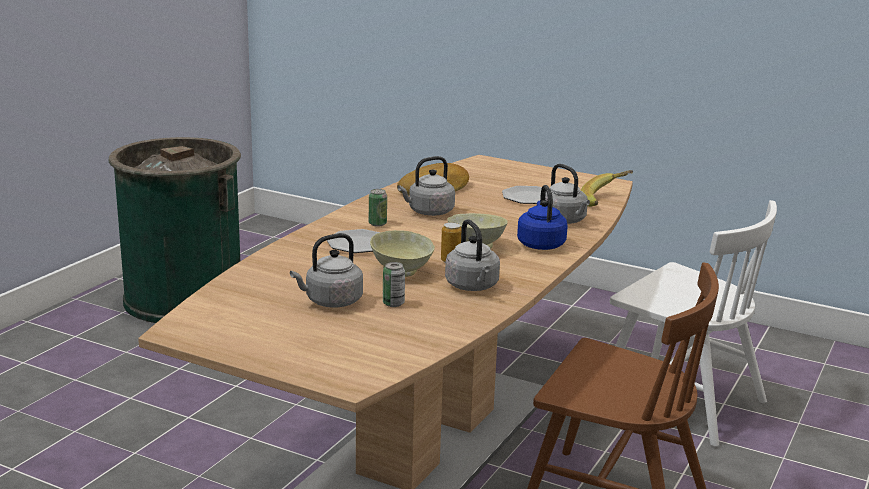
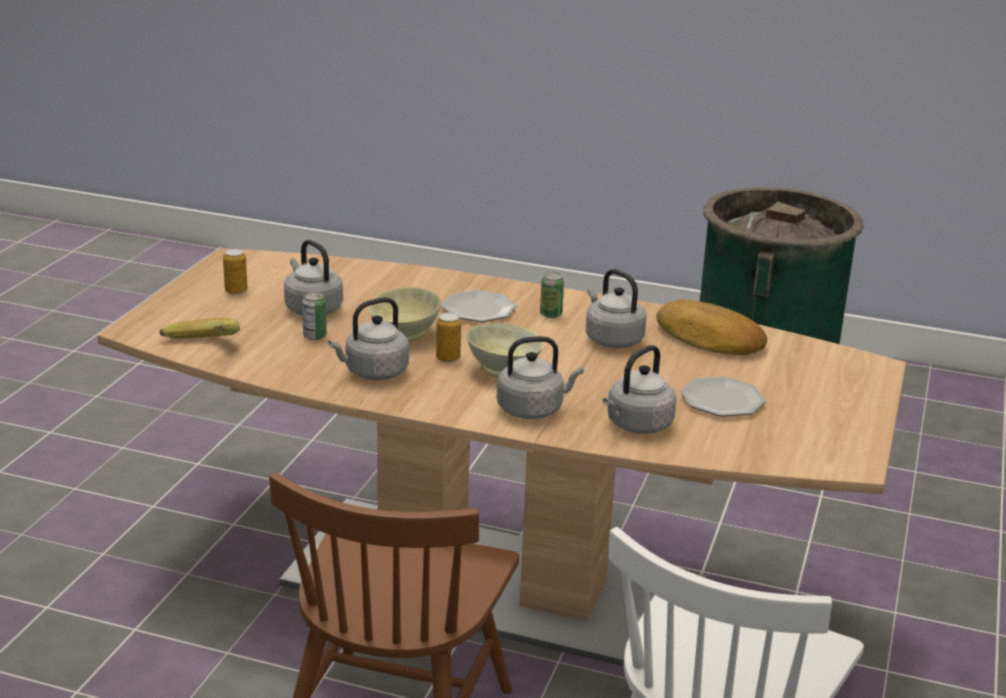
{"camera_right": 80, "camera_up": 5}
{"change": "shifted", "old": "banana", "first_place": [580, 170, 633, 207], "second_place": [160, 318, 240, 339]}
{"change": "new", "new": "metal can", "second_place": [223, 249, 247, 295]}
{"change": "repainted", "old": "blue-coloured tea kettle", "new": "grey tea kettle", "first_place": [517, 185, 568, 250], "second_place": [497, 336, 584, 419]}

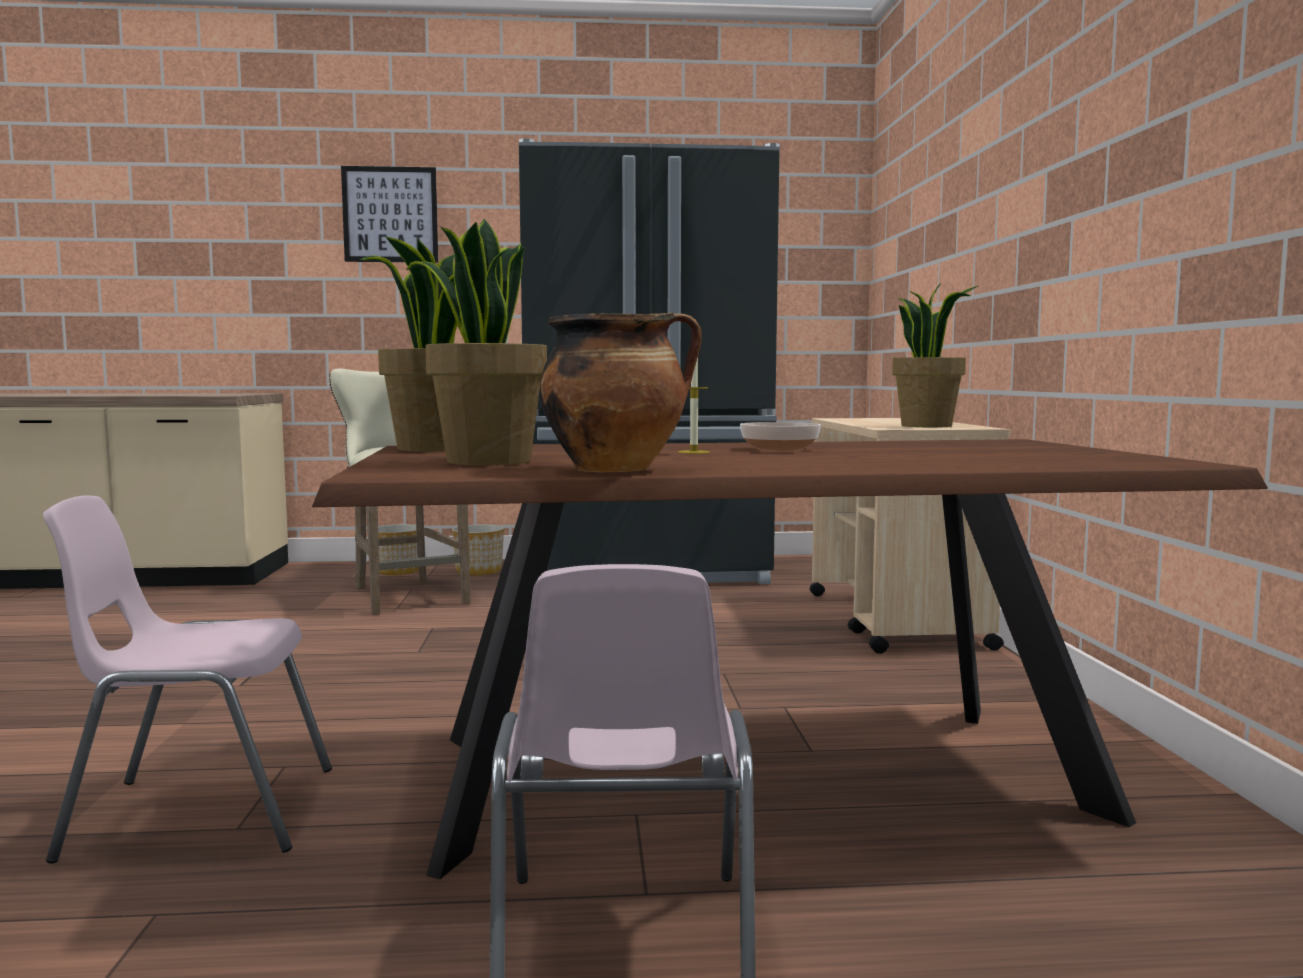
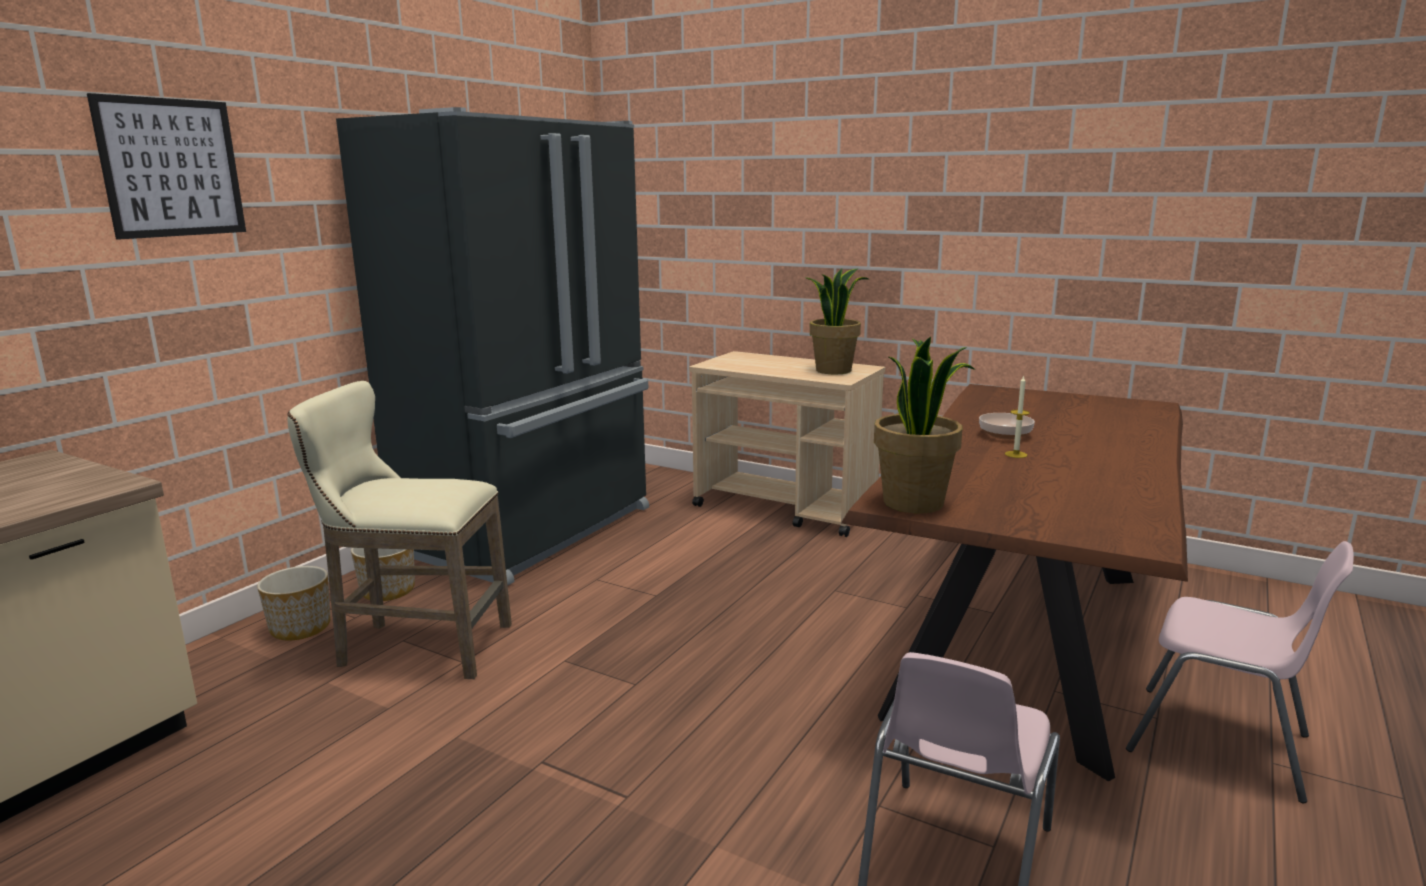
{"camera_right": -55, "camera_up": 10}
{"change": "gone", "old": "potted plant", "first_place": [406, 219, 547, 466]}
{"change": "gone", "old": "saucepot", "first_place": [540, 311, 702, 472]}

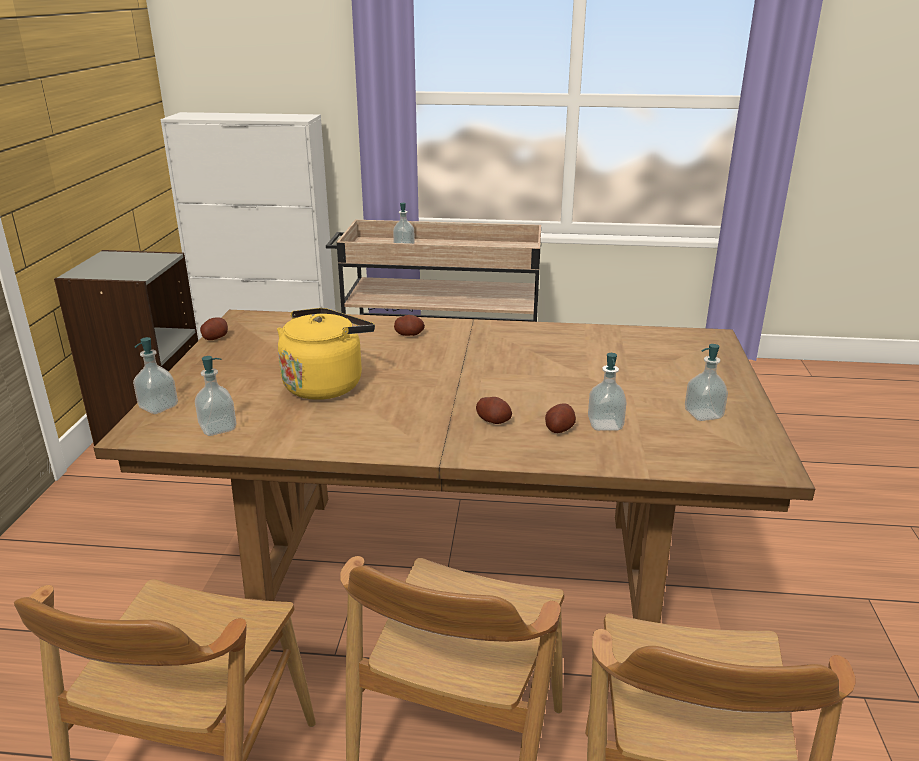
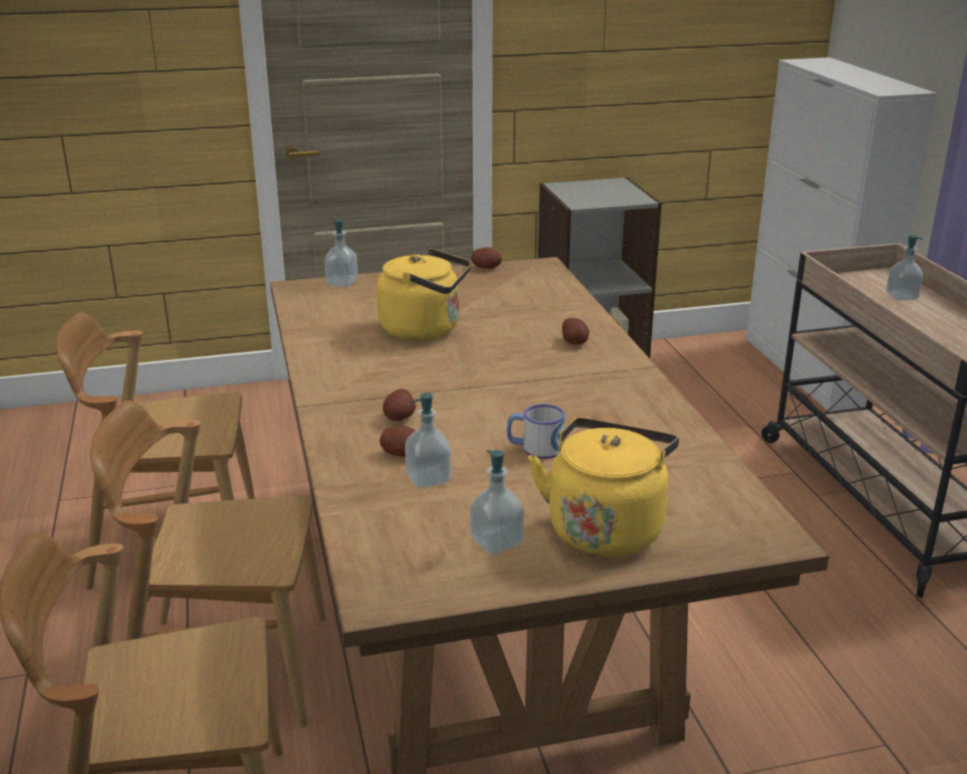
{"camera_right": 70, "camera_up": 0}
{"change": "new", "new": "mug", "second_place": [507, 404, 565, 459]}
{"change": "new", "new": "yellow tea kettle", "second_place": [528, 418, 679, 557]}
{"change": "gone", "old": "liquid soap bottle", "first_place": [195, 356, 236, 436]}

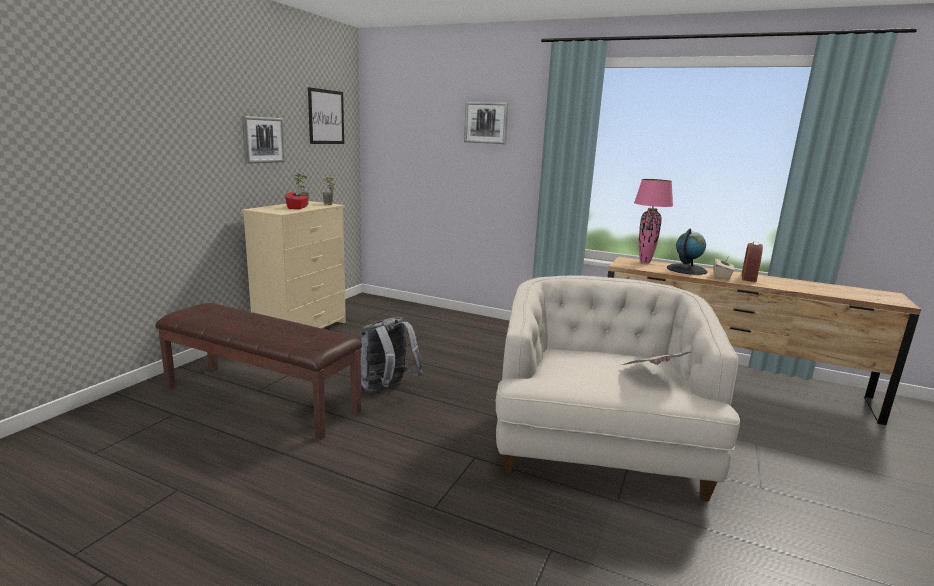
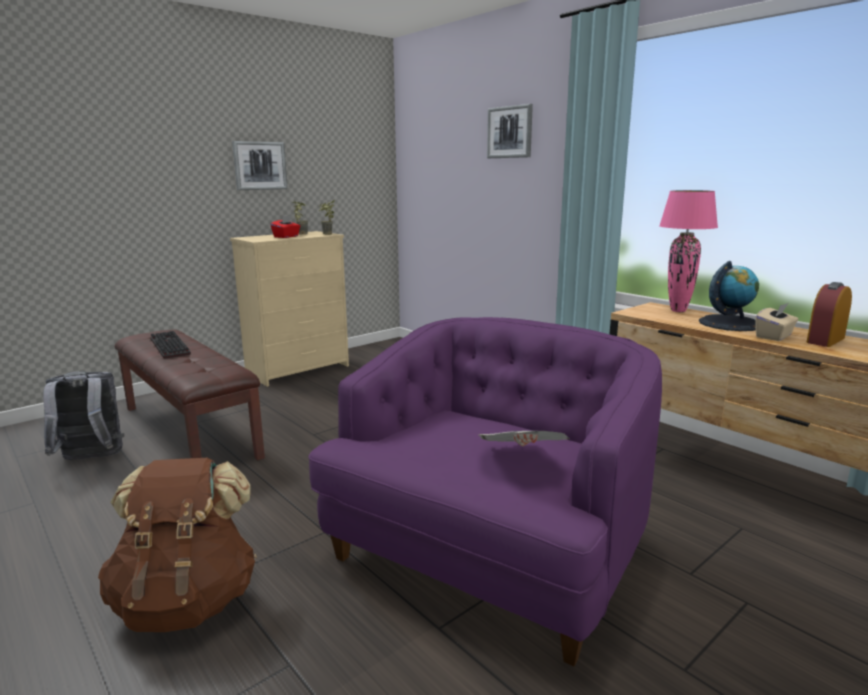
{"camera_right": 25, "camera_up": 0}
{"change": "shifted", "old": "grey knapsack", "first_place": [361, 317, 423, 393], "second_place": [43, 371, 124, 460]}
{"change": "new", "new": "brown knapsack", "second_place": [98, 458, 257, 632]}
{"change": "new", "new": "computer keyboard", "second_place": [150, 331, 191, 359]}
{"change": "repainted", "old": "white-coloured armchair", "new": "purple armchair", "first_place": [496, 275, 740, 501], "second_place": [308, 317, 662, 666]}
{"change": "gone", "old": "wall art", "first_place": [308, 87, 344, 144]}

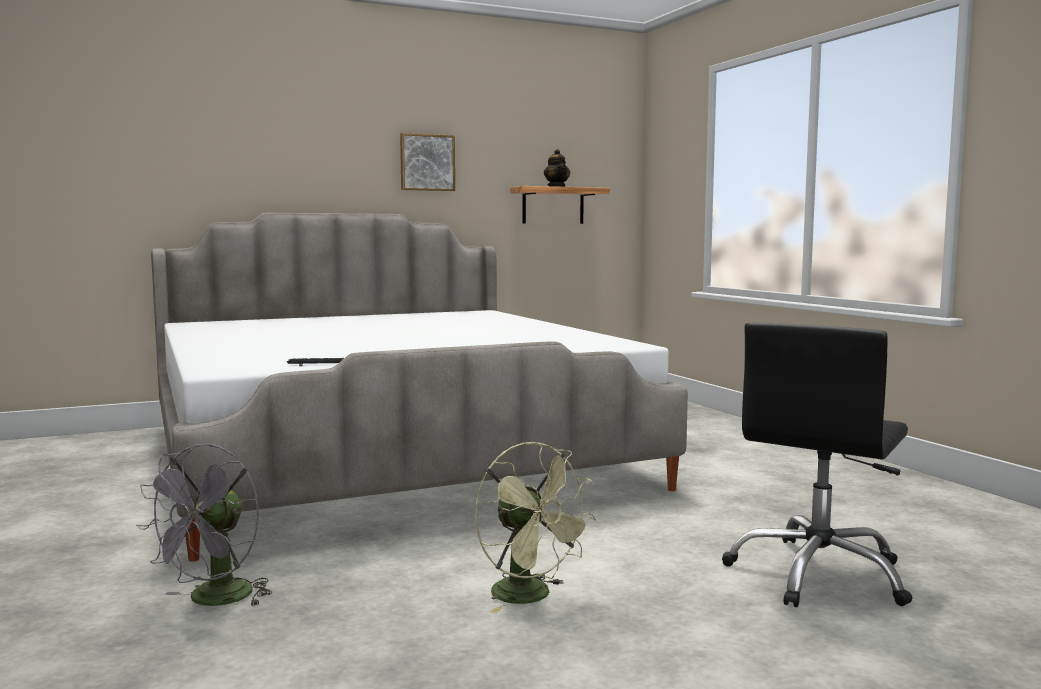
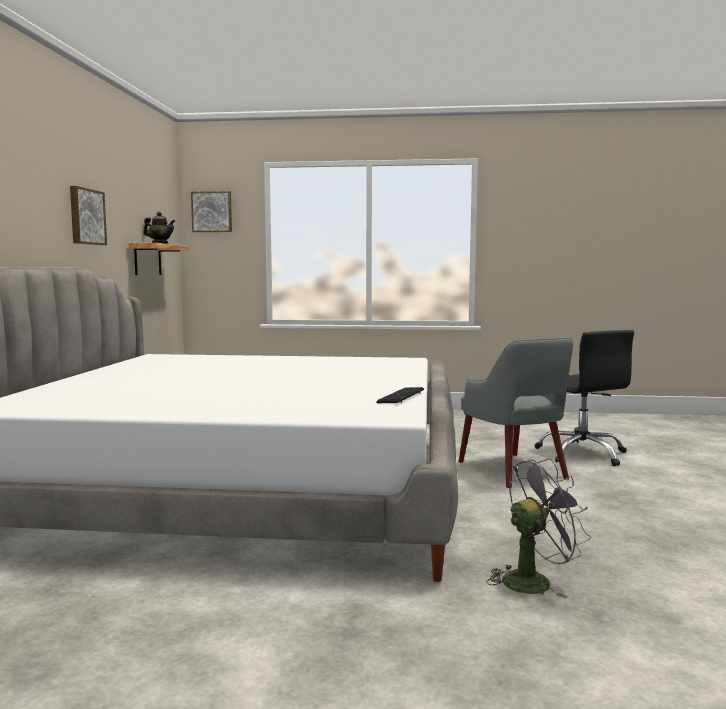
{"camera_right": -60, "camera_up": 0}
{"change": "new", "new": "wall art", "second_place": [191, 191, 232, 232]}
{"change": "new", "new": "grey armchair", "second_place": [458, 338, 573, 488]}
{"change": "rotated", "old": "grey fan", "first_place": [136, 443, 272, 606], "second_place": [486, 458, 591, 599], "degrees": -75}
{"change": "gone", "old": "green-coloured fan", "first_place": [475, 442, 596, 613]}

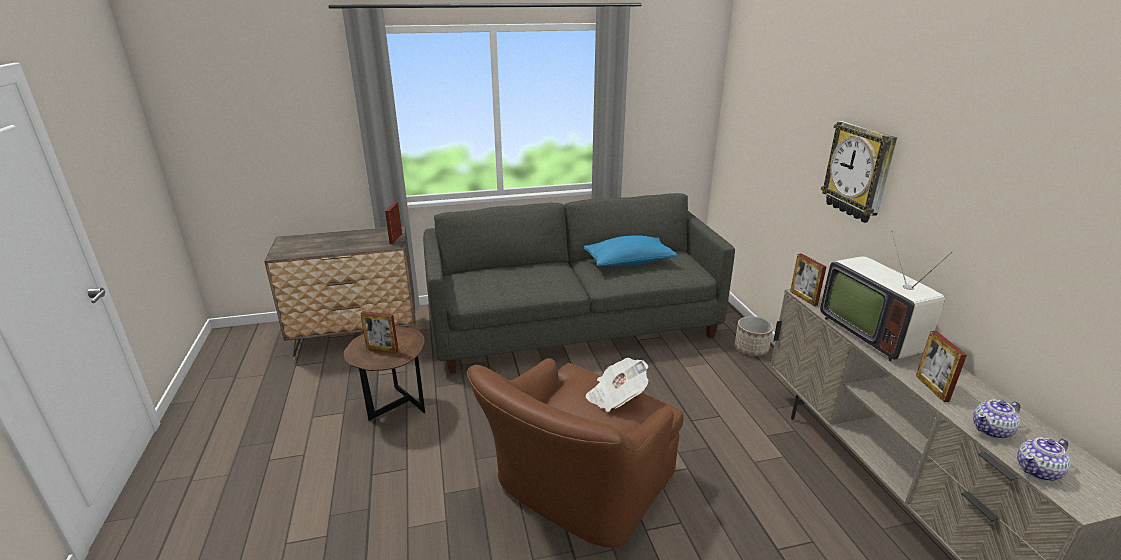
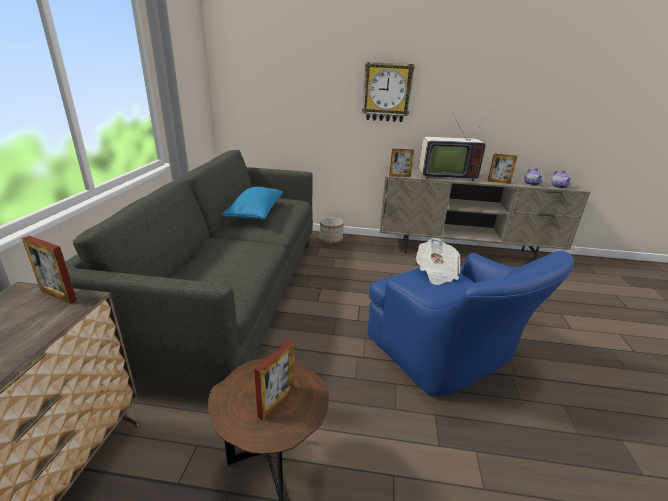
{"camera_right": -70, "camera_up": 0}
{"change": "repainted", "old": "brown armchair", "new": "blue-coloured armchair", "first_place": [467, 358, 684, 548], "second_place": [367, 251, 574, 396]}

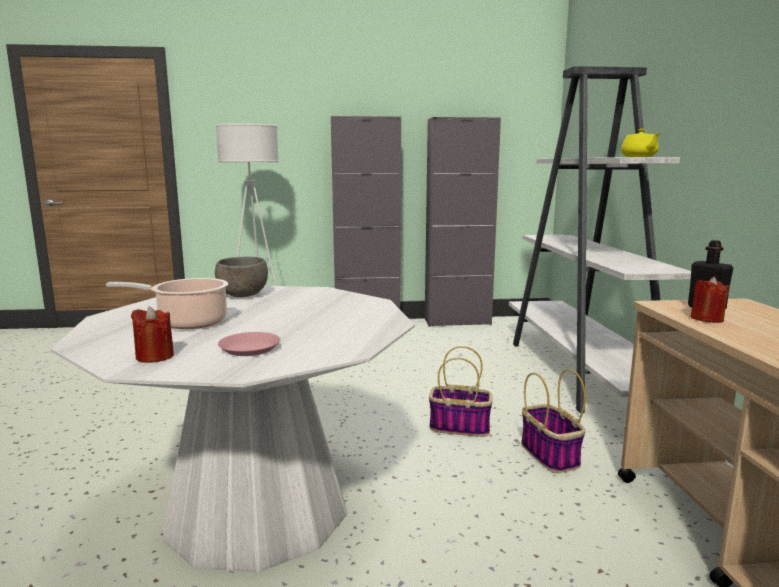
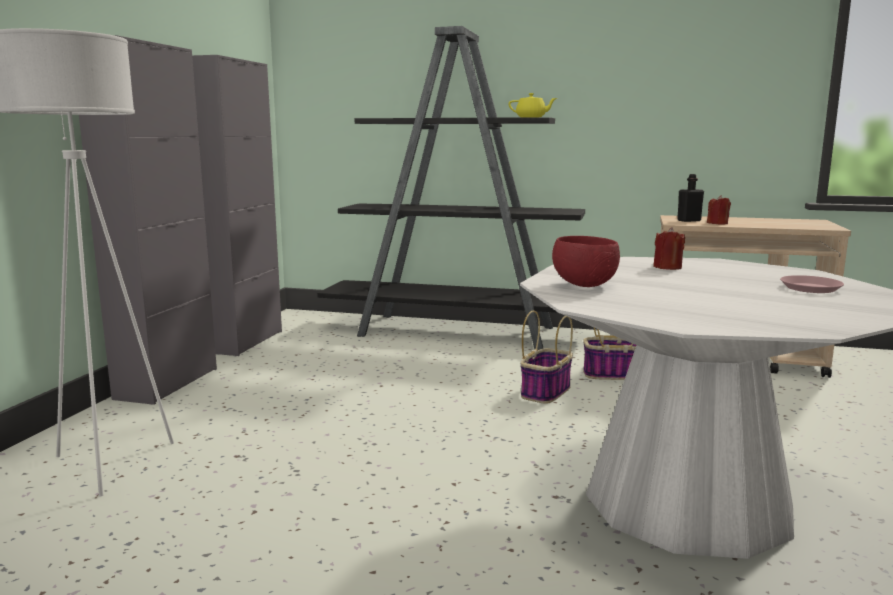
{"camera_right": -70, "camera_up": 0}
{"change": "repainted", "old": "white-coloured shelving unit", "new": "black-coloured shelving unit", "first_place": [509, 66, 691, 413], "second_place": [317, 26, 585, 350]}
{"change": "repainted", "old": "grey serving bowl", "new": "red serving bowl", "first_place": [215, 257, 268, 297], "second_place": [552, 236, 620, 287]}
{"change": "shifted", "old": "red wax candle", "first_place": [131, 307, 174, 363], "second_place": [653, 227, 685, 270]}
{"change": "gone", "old": "saucepot", "first_place": [106, 278, 228, 329]}

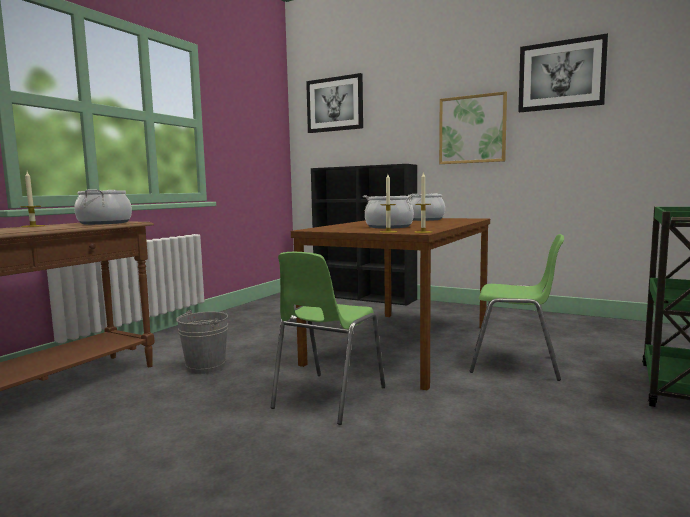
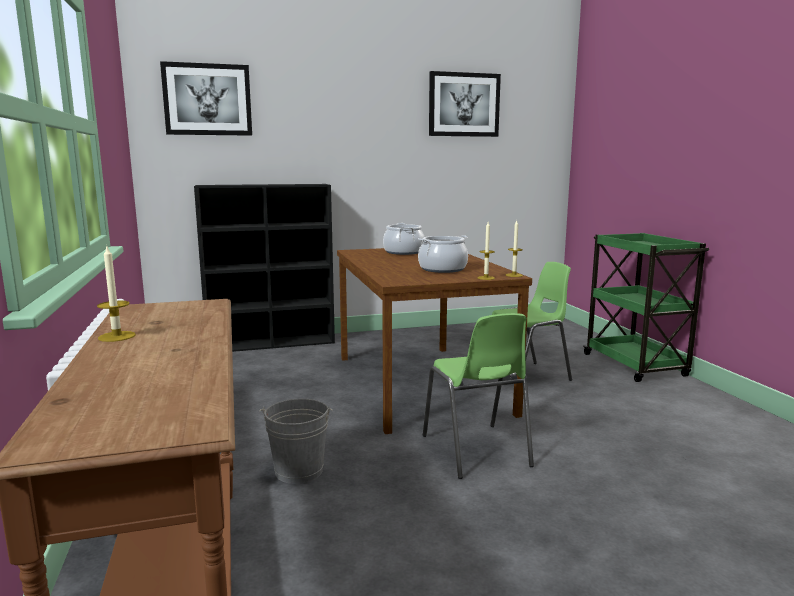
{"camera_right": -45, "camera_up": 5}
{"change": "gone", "old": "saucepot", "first_place": [74, 189, 132, 225]}
{"change": "gone", "old": "wall art", "first_place": [439, 91, 507, 164]}

